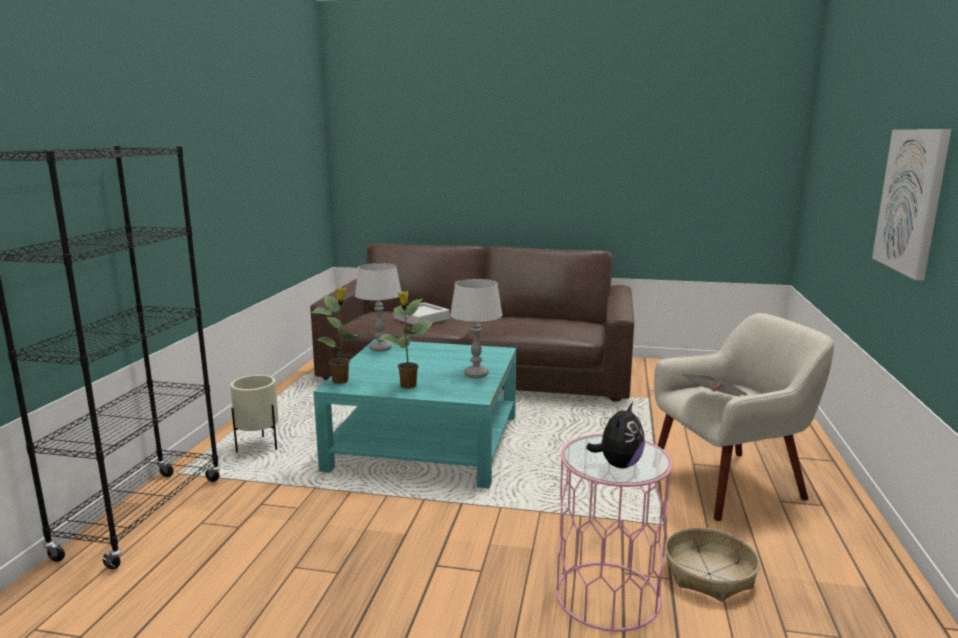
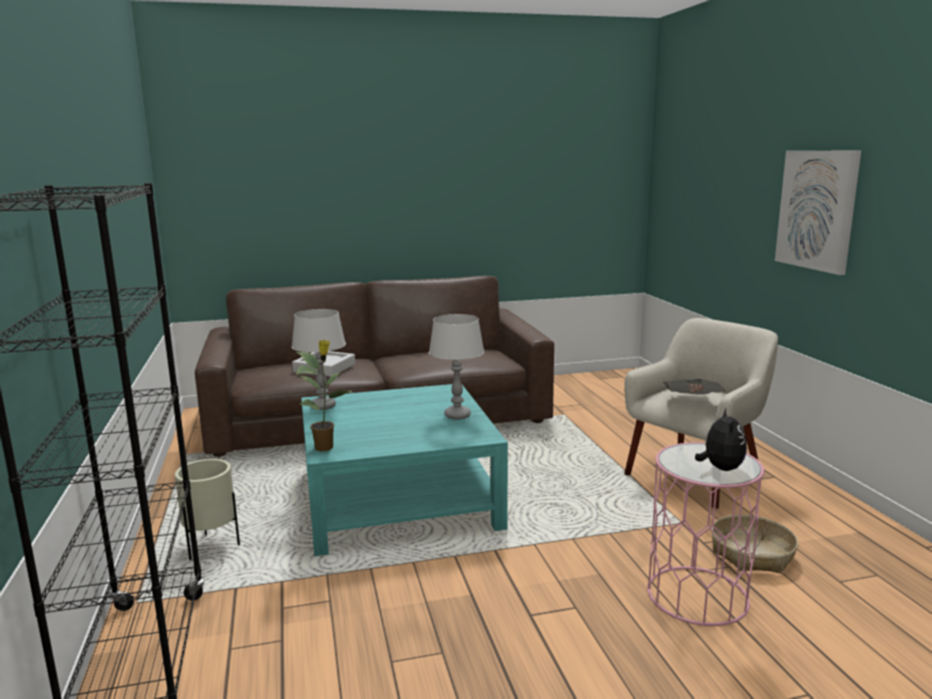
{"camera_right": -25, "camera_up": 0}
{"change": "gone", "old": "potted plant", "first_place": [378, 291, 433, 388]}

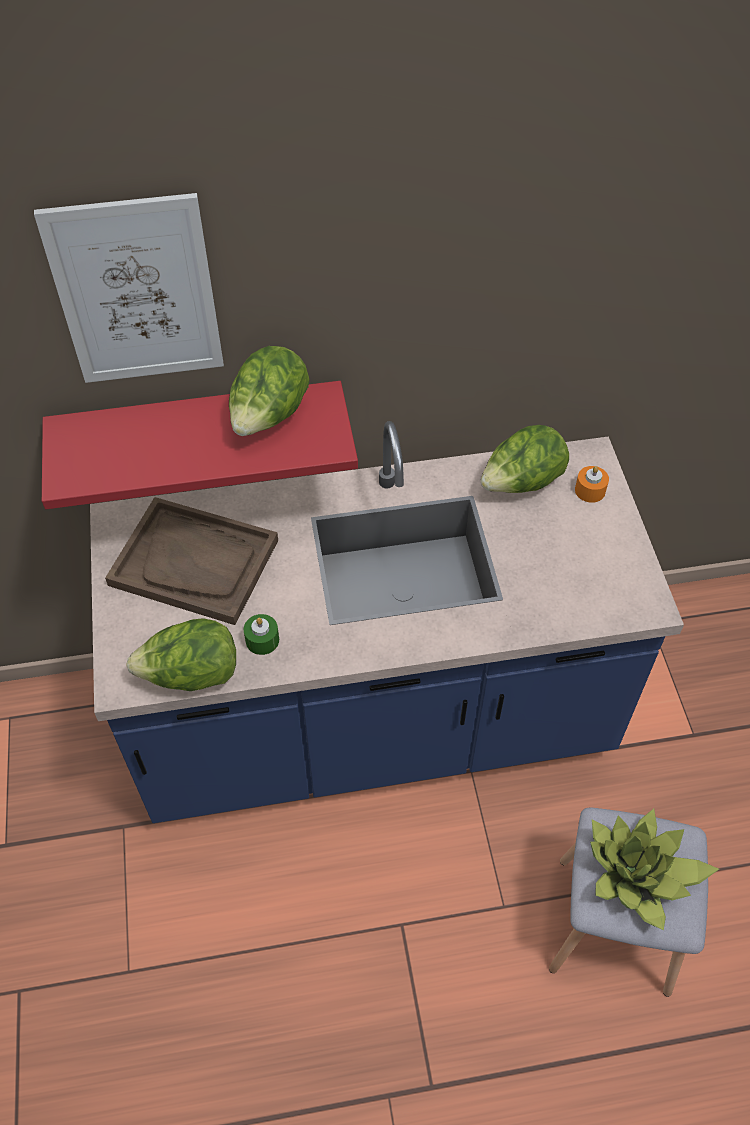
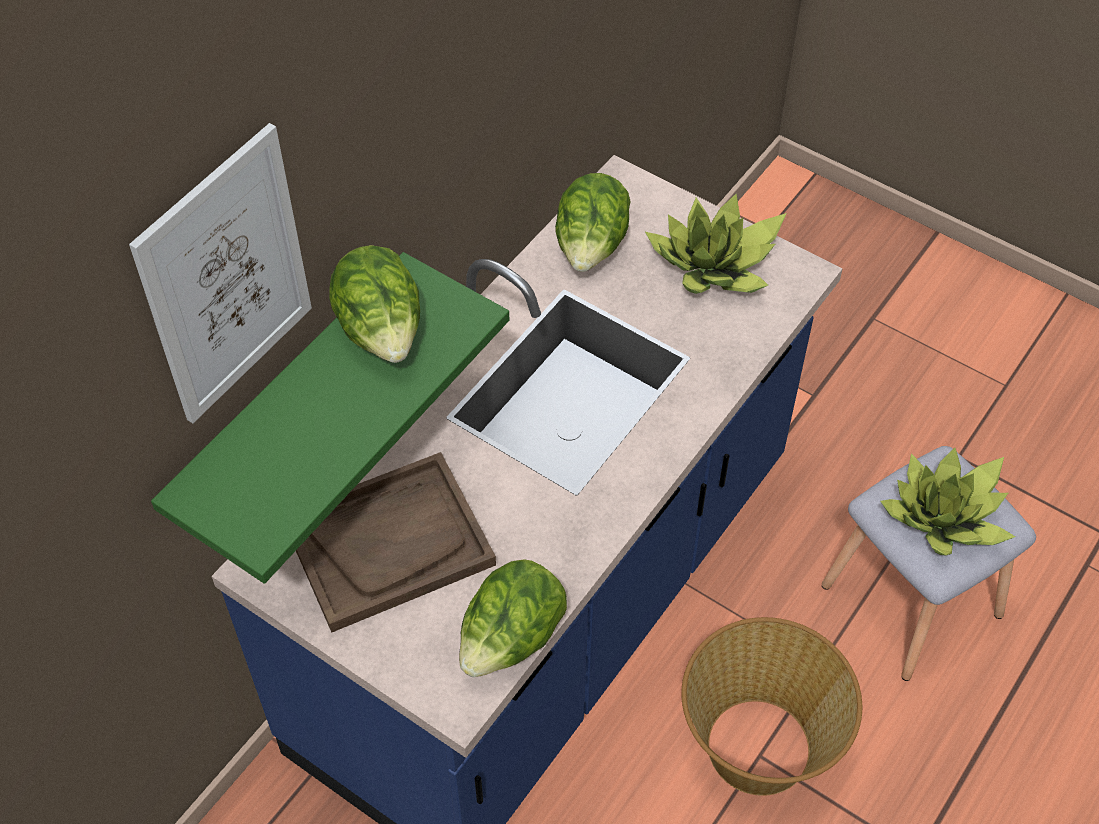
{"camera_right": -45, "camera_up": 0}
{"change": "repainted", "old": "red shelf", "new": "green-coloured shelf", "first_place": [42, 381, 358, 509], "second_place": [151, 252, 509, 584]}
{"change": "new", "new": "potted plant", "second_place": [645, 194, 787, 294]}
{"change": "new", "new": "household basket", "second_place": [681, 617, 862, 796]}
{"change": "gone", "old": "green-coloured wax candle", "first_place": [243, 614, 279, 655]}
{"change": "gone", "old": "orangey wax candle", "first_place": [575, 466, 609, 503]}

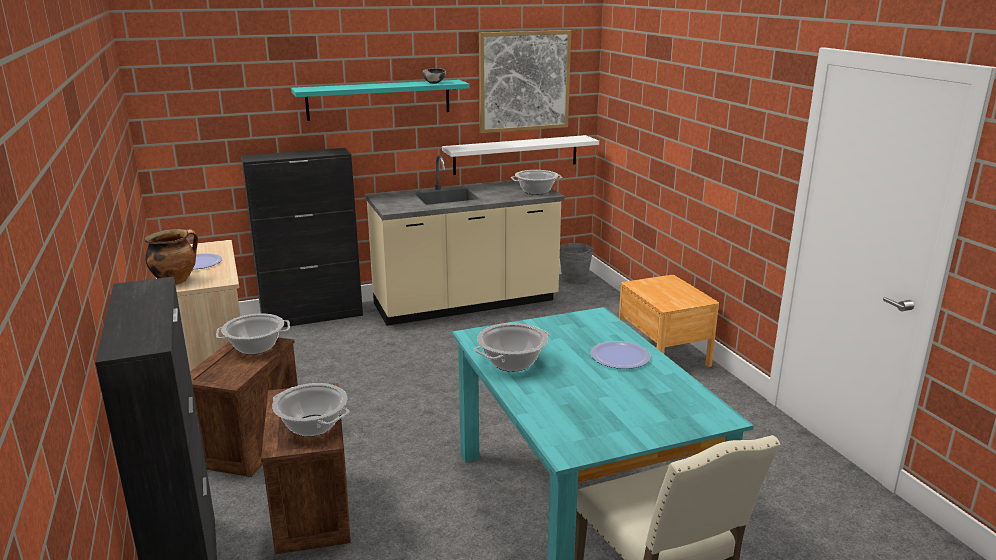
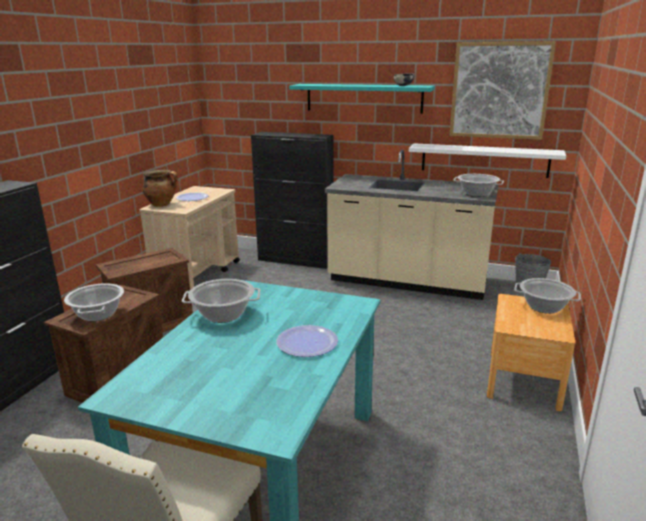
{"camera_right": 40, "camera_up": 0}
{"change": "shifted", "old": "saucepot", "first_place": [216, 313, 290, 355], "second_place": [514, 278, 581, 314]}

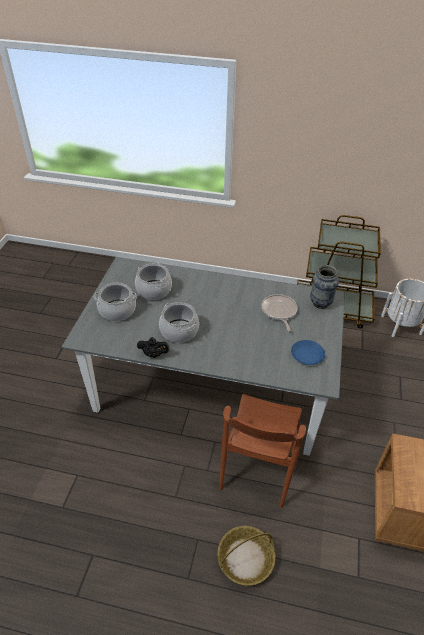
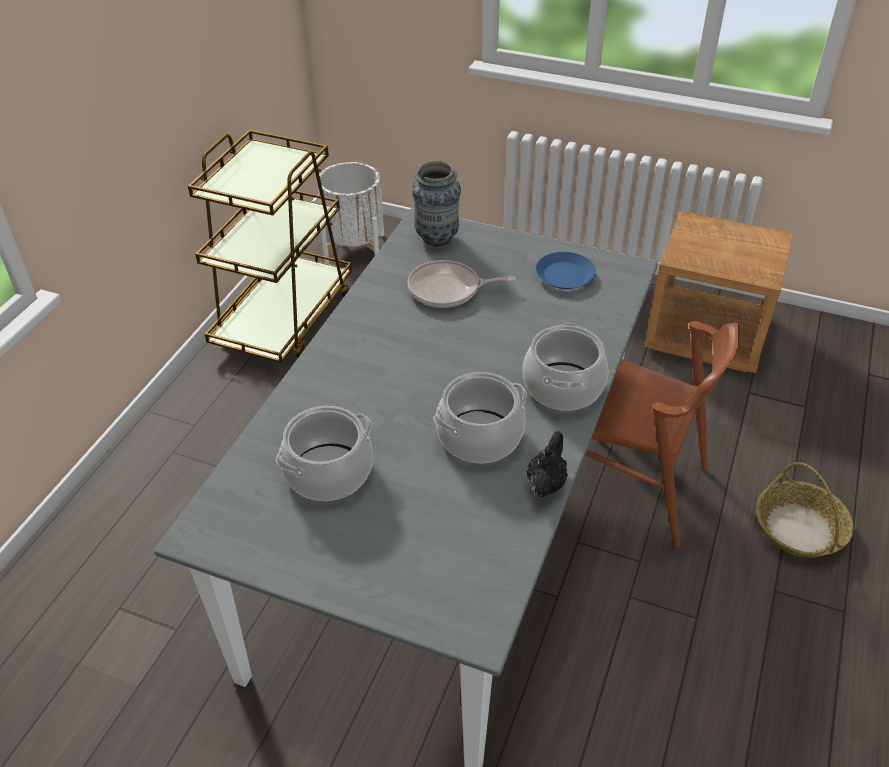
{"camera_right": -80, "camera_up": 0}
{"change": "shifted", "old": "saucepot", "first_place": [94, 283, 137, 321], "second_place": [523, 323, 608, 411]}

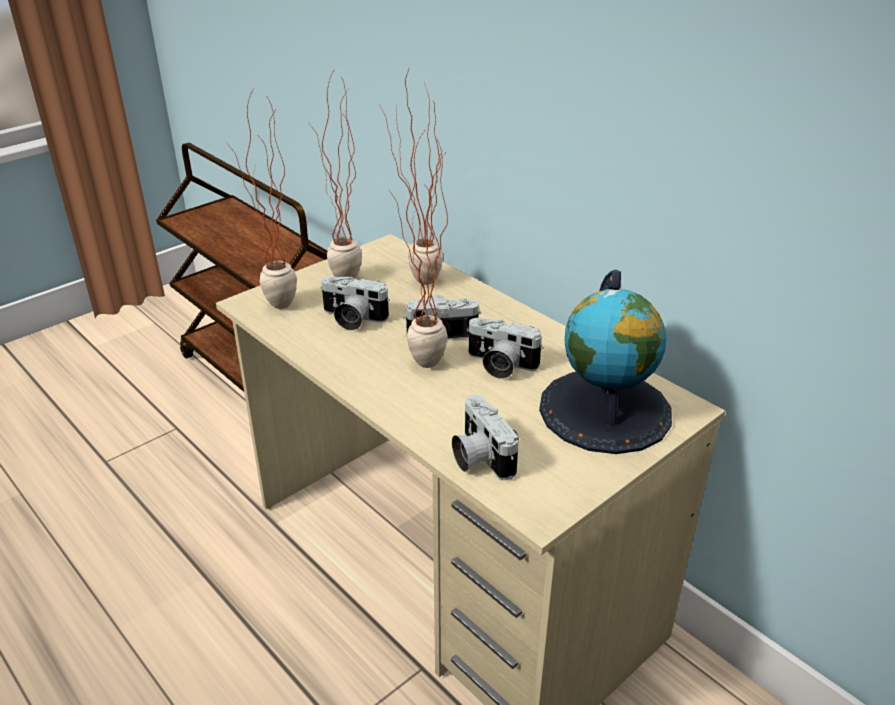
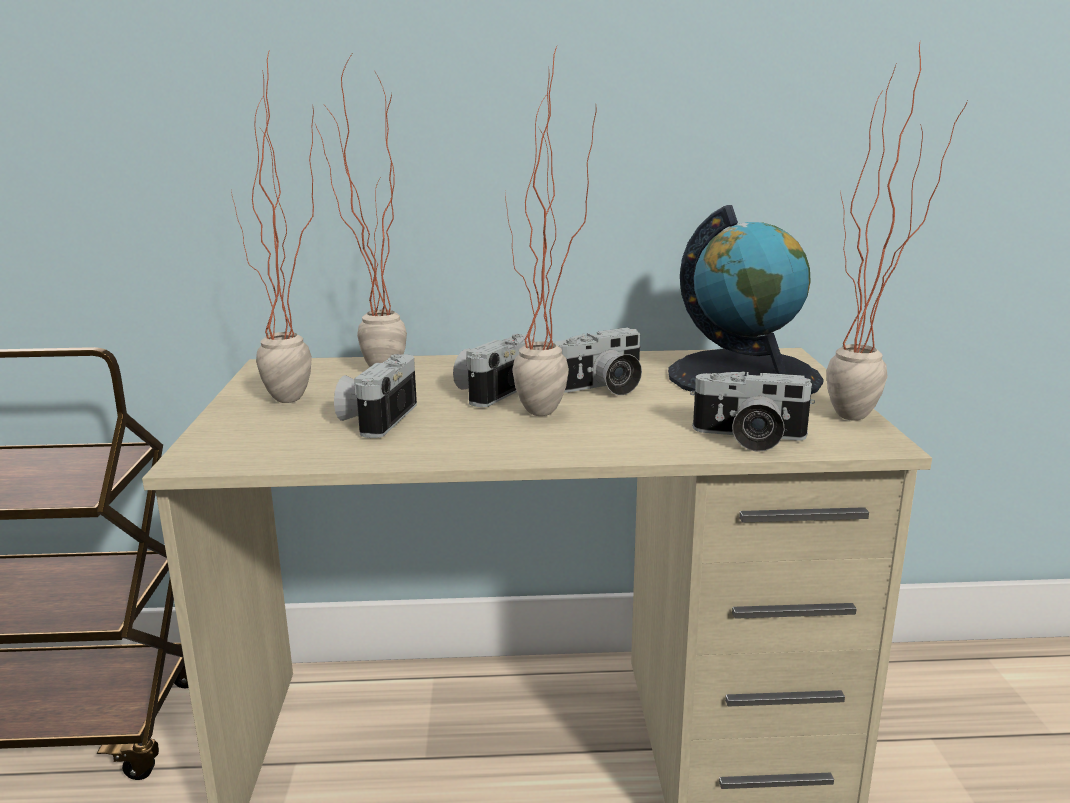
{"camera_right": -50, "camera_up": -15}
{"change": "rotated", "old": "still camera", "first_place": [320, 276, 390, 330], "second_place": [334, 354, 417, 438], "degrees": 135}
{"change": "shifted", "old": "potted plant", "first_place": [226, 87, 297, 309], "second_place": [826, 43, 968, 421]}

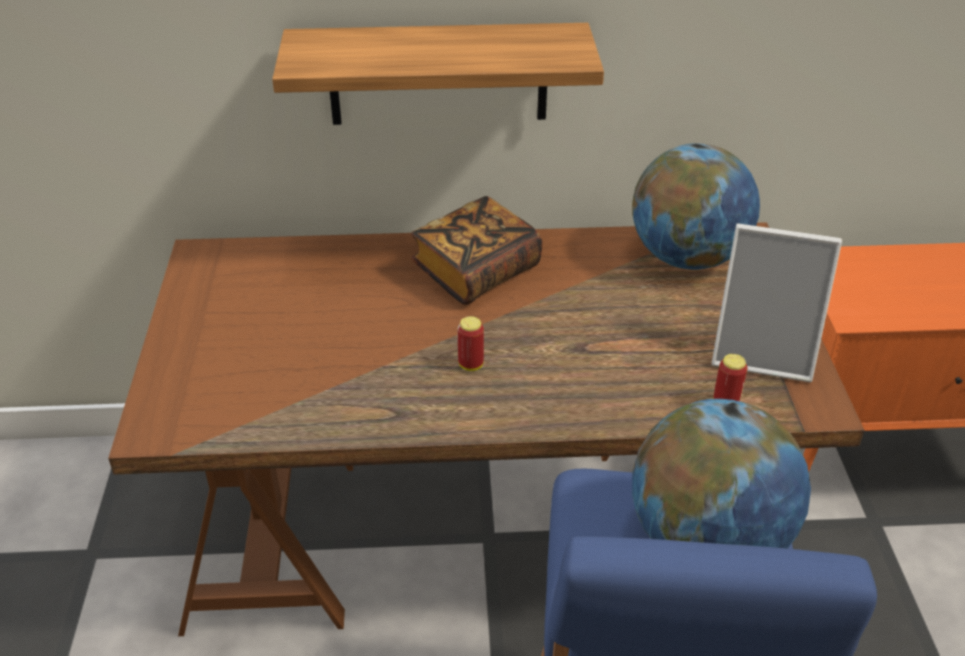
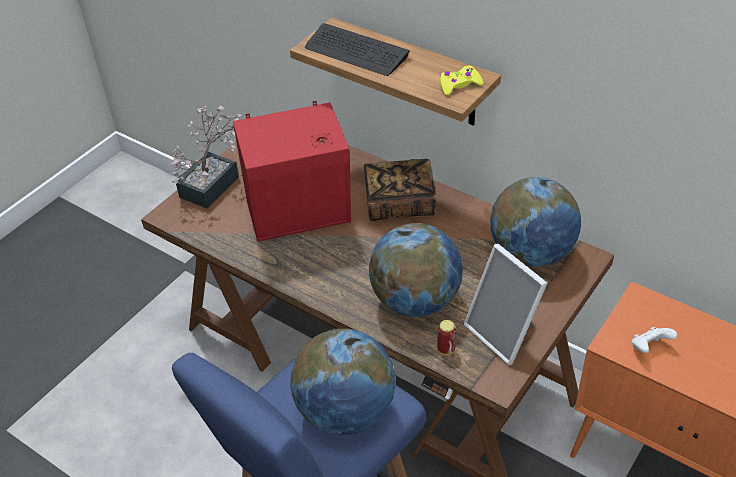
{"camera_right": 40, "camera_up": 5}
{"change": "new", "new": "potted plant", "second_place": [170, 105, 242, 209]}
{"change": "new", "new": "red audio speaker", "second_place": [233, 101, 351, 242]}
{"change": "new", "new": "computer keyboard", "second_place": [305, 23, 410, 76]}
{"change": "new", "new": "desk globe", "second_place": [369, 223, 463, 317]}
{"change": "new", "new": "yellow game controller", "second_place": [440, 66, 483, 96]}
{"change": "new", "new": "white-coloured game controller", "second_place": [632, 327, 677, 353]}
{"change": "gone", "old": "metal can", "first_place": [458, 316, 484, 371]}

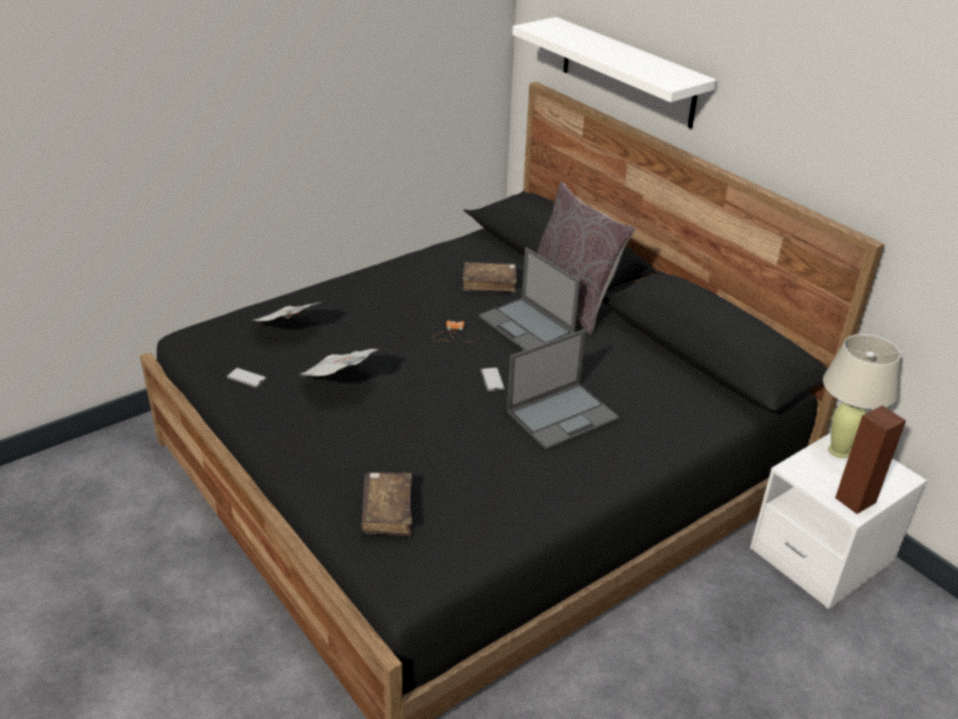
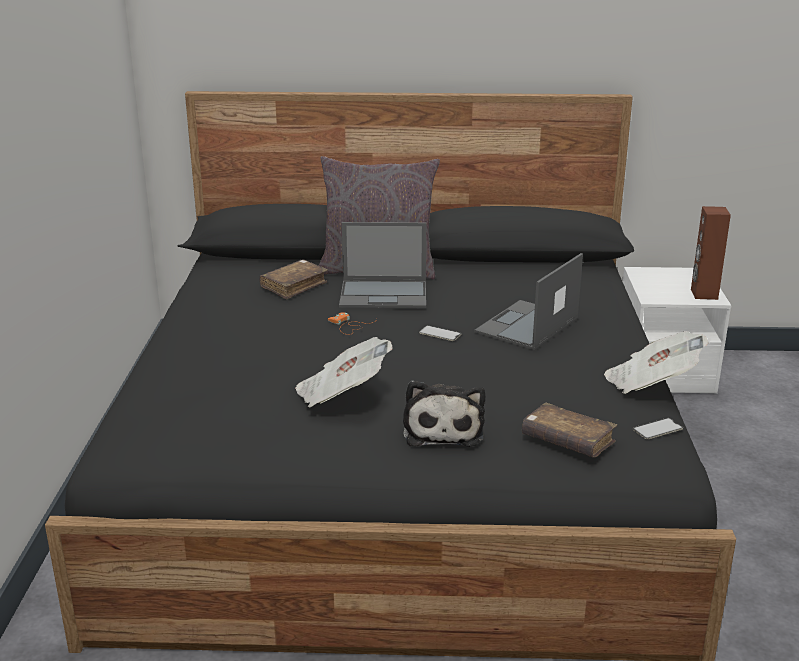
{"camera_right": -50, "camera_up": -10}
{"change": "new", "new": "soft toy", "second_place": [403, 380, 485, 447]}
{"change": "rotated", "old": "portable computer", "first_place": [507, 329, 619, 450], "second_place": [474, 253, 583, 350], "degrees": -150}
{"change": "shifted", "old": "daily paper", "first_place": [253, 302, 321, 321], "second_place": [604, 331, 709, 394]}
{"change": "shifted", "old": "telephone", "first_place": [226, 367, 267, 387], "second_place": [633, 418, 683, 440]}
{"change": "gone", "old": "white-coloured shelf", "first_place": [513, 17, 717, 128]}
{"change": "gone", "old": "beige-coloured lamp for a table", "first_place": [823, 334, 901, 458]}

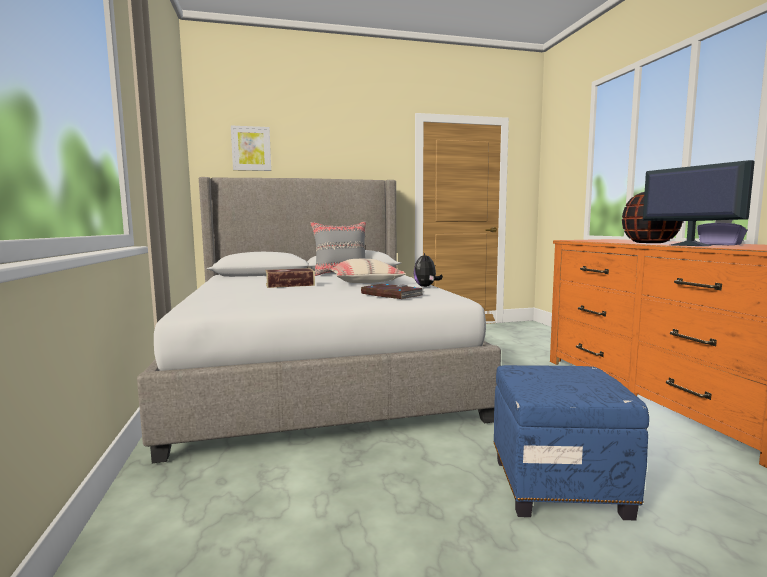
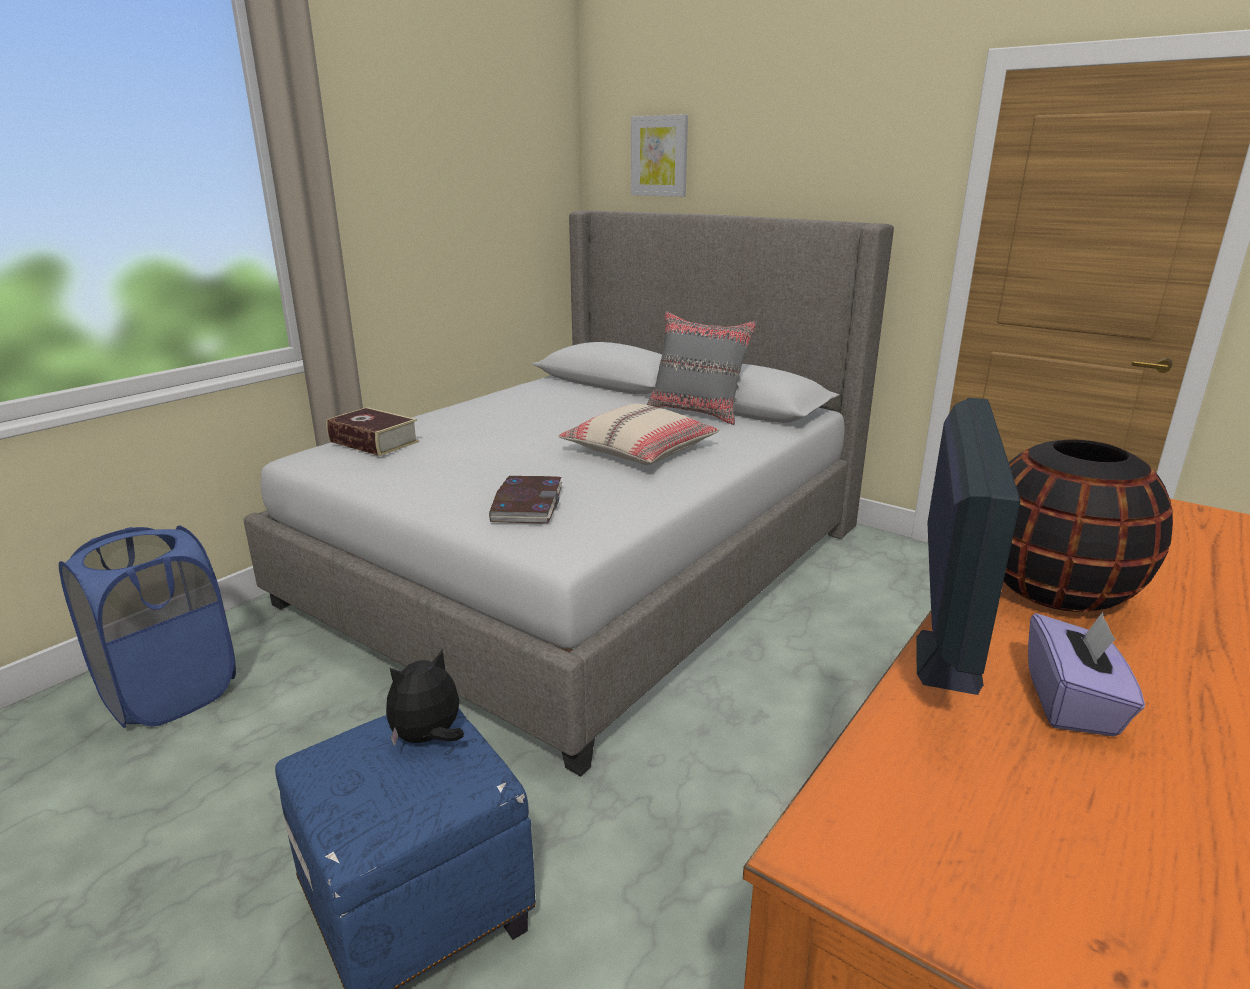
{"camera_right": 50, "camera_up": 15}
{"change": "new", "new": "blue-coloured laundry basket", "second_place": [59, 526, 236, 728]}
{"change": "shifted", "old": "book", "first_place": [265, 268, 315, 288], "second_place": [326, 407, 419, 456]}
{"change": "shifted", "old": "soft toy", "first_place": [414, 253, 443, 287], "second_place": [386, 649, 464, 747]}

